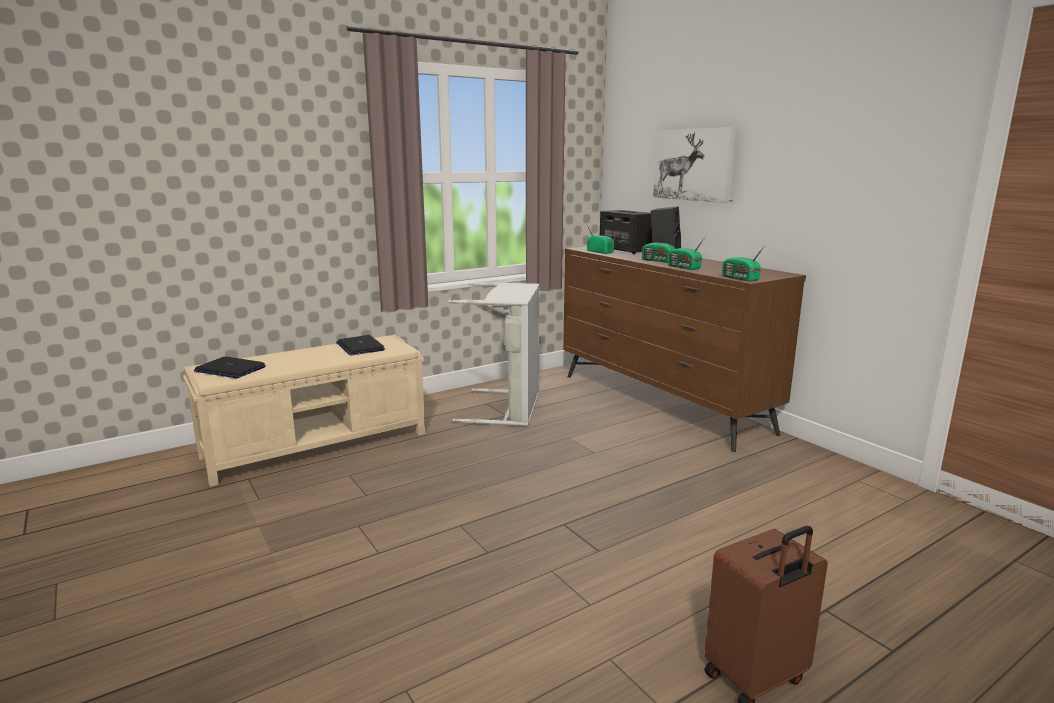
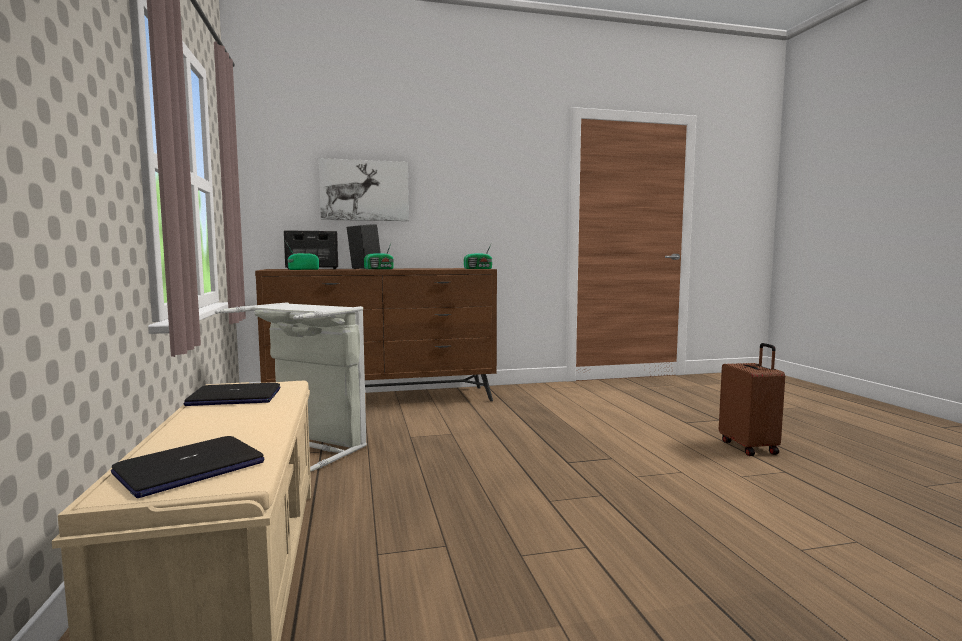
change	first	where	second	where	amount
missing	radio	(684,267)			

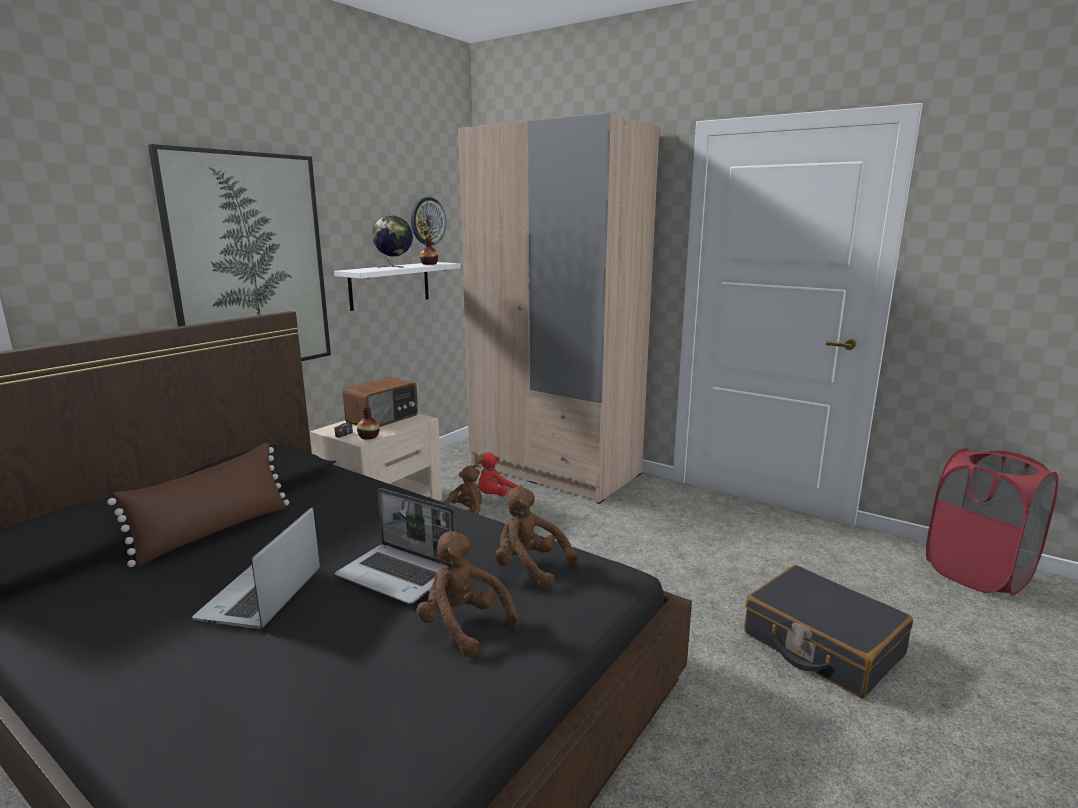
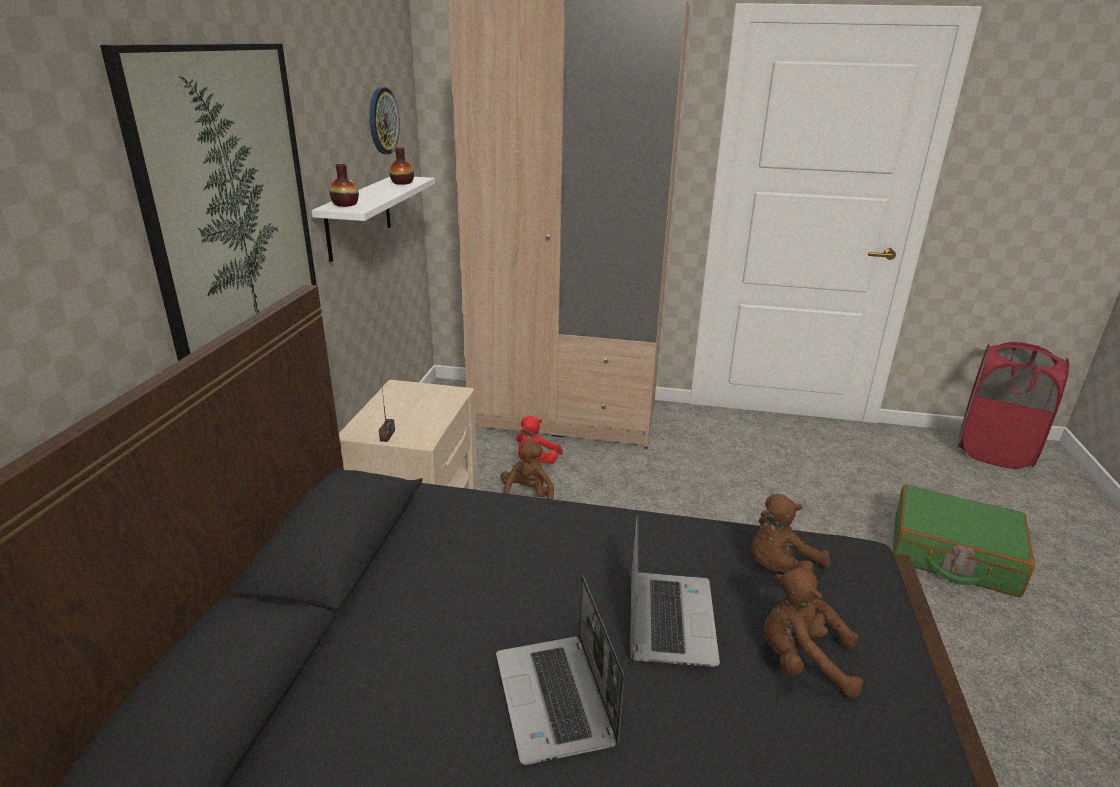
change	first	where	second	where	amount
missing	brownish cushion	(214,532)			
spun	notebook computer	(398,575)		(668,618)	90 degrees counterclockwise
missing	radio	(383,418)			
relocated	vase	(368,437)		(345,204)	
missing	desk globe	(394,267)			
spun	brownish cuddly toy	(530,568)		(779,568)	45 degrees counterclockwise
colour	blackish piece of luggage	(821,644)	green-coloured piece of luggage	(953,554)	

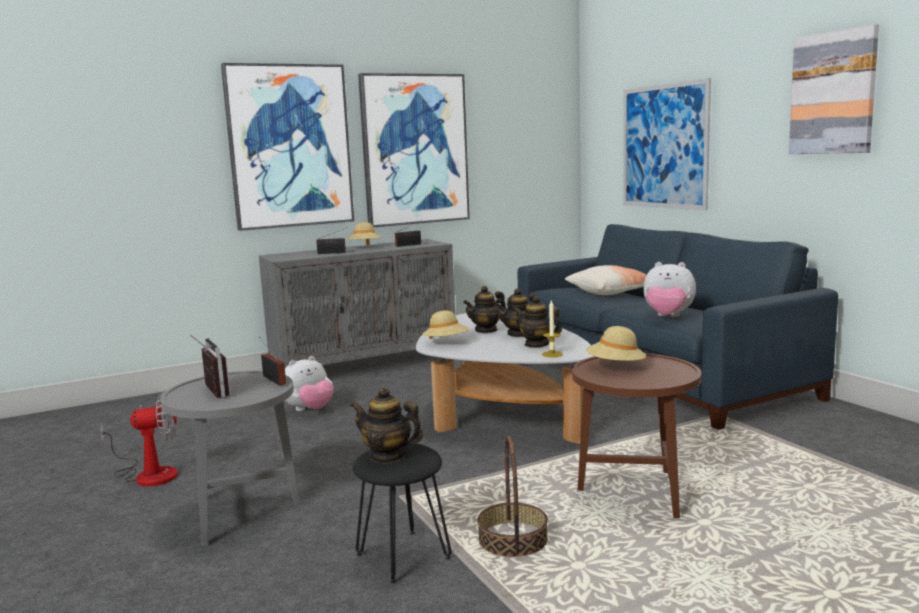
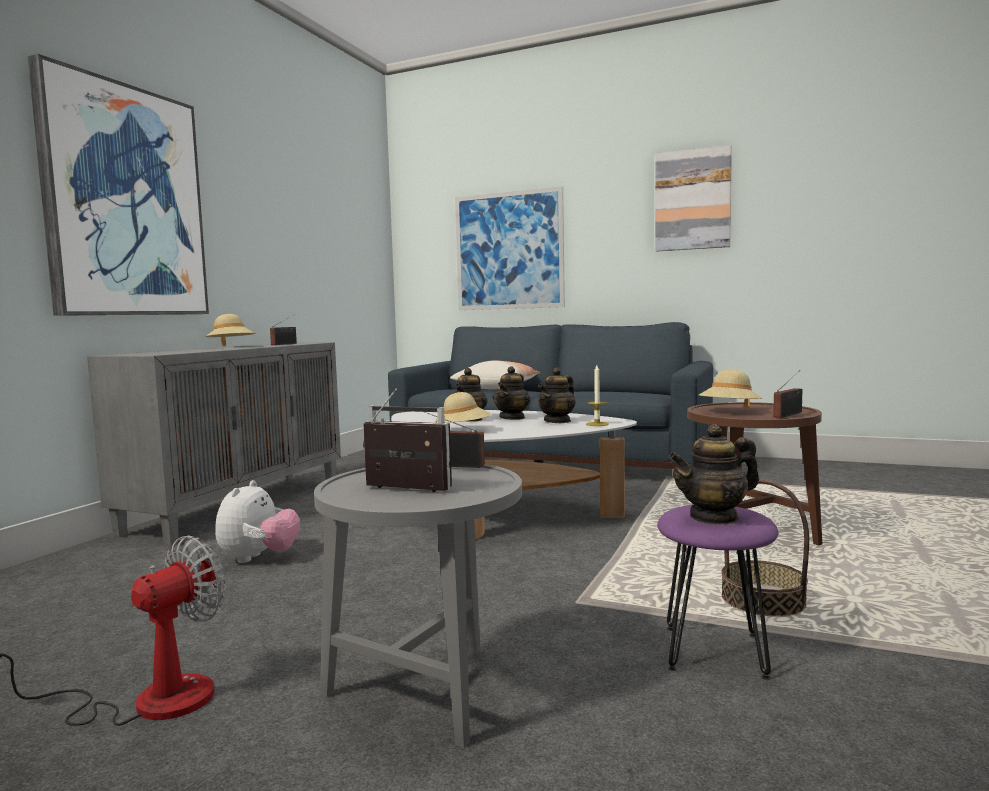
change	first	where	second	where	amount
relocated	radio	(333,253)		(789,414)	
colour	blackish sitting stool	(404,556)	purple sitting stool	(716,651)	
missing	wall picture	(414,150)			
spun	teapot	(537,344)		(557,421)	45 degrees counterclockwise
missing	cuddly toy	(668,317)			

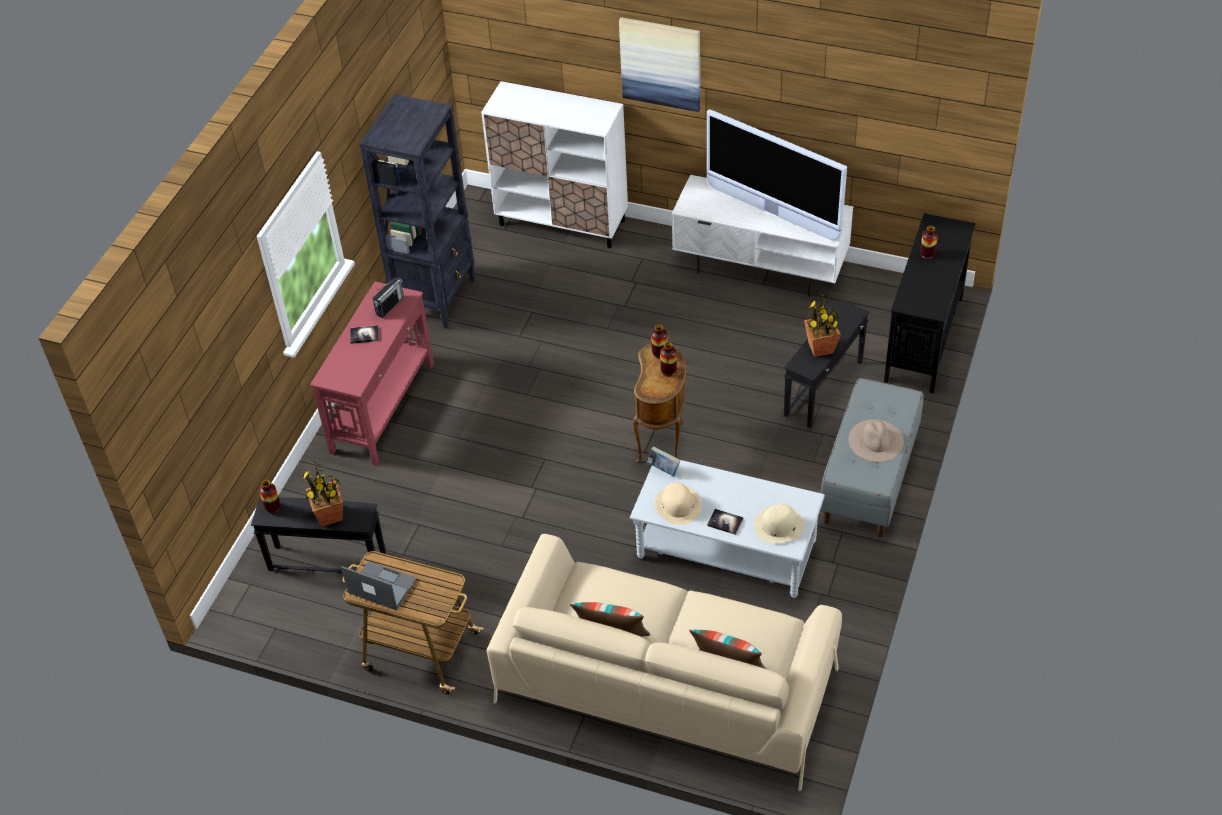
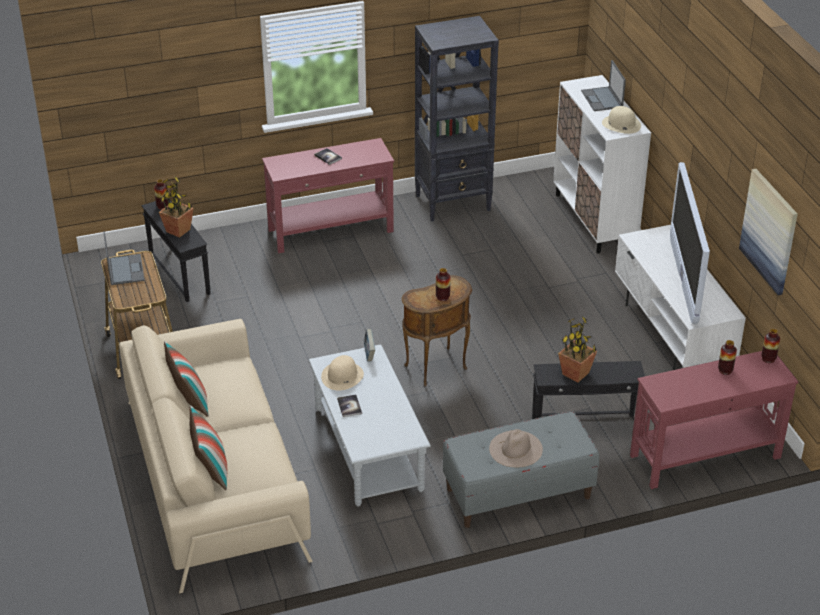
change	first	where	second	where	amount
missing	radio	(390,306)			
relocated	wall picture	(661,63)		(769,231)	
relocated	vase	(659,353)		(768,359)	
relocated	beige-coloured hat	(778,525)		(621,124)	
colour	blackish narrow table	(923,339)	red narrow table	(704,456)	
appeared			notebook computer	(602,99)	

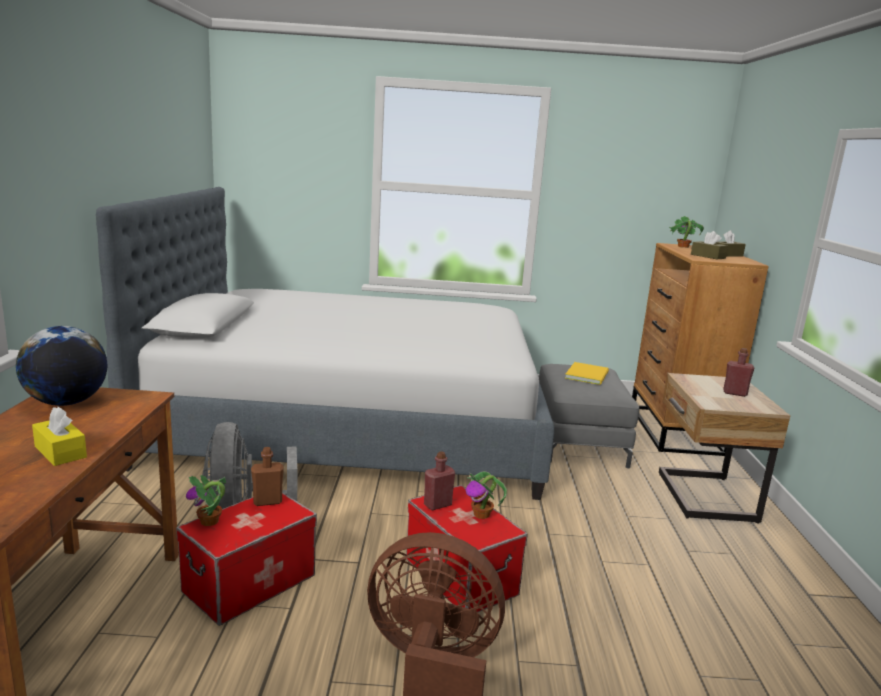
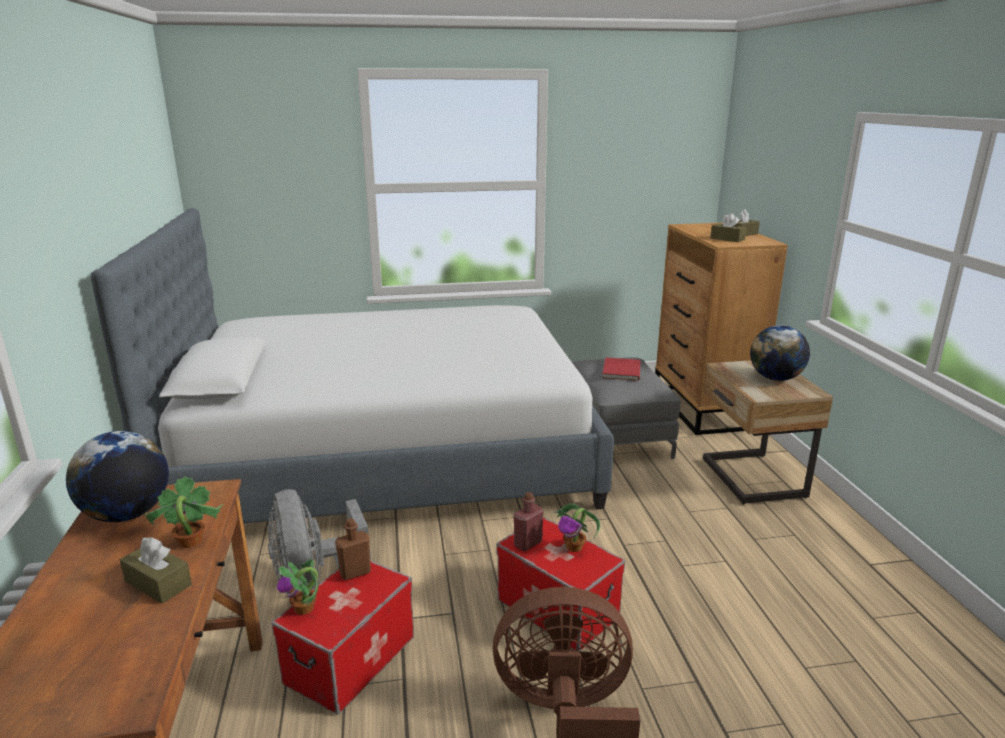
change	first	where	second	where	amount
colour	yellow tissue holder	(60,452)	brownish tissue holder	(158,583)	
colour	yellow volume	(588,375)	red volume	(623,370)	
relocated	houseplant	(682,246)		(189,542)	
exchanged	red bottle	(735,393)	desk globe	(775,378)	

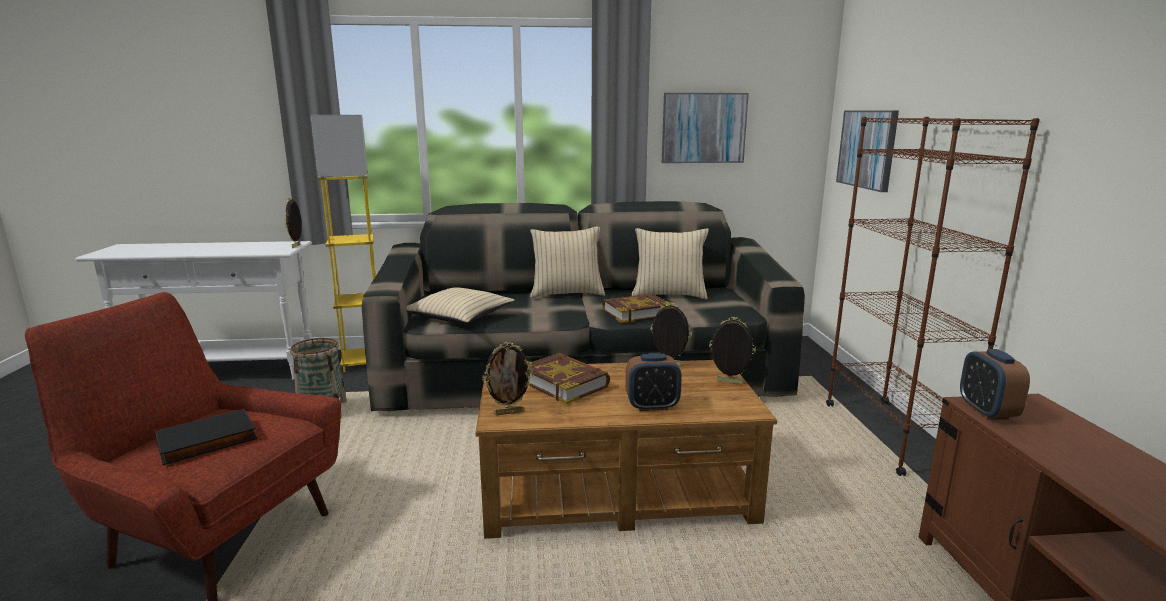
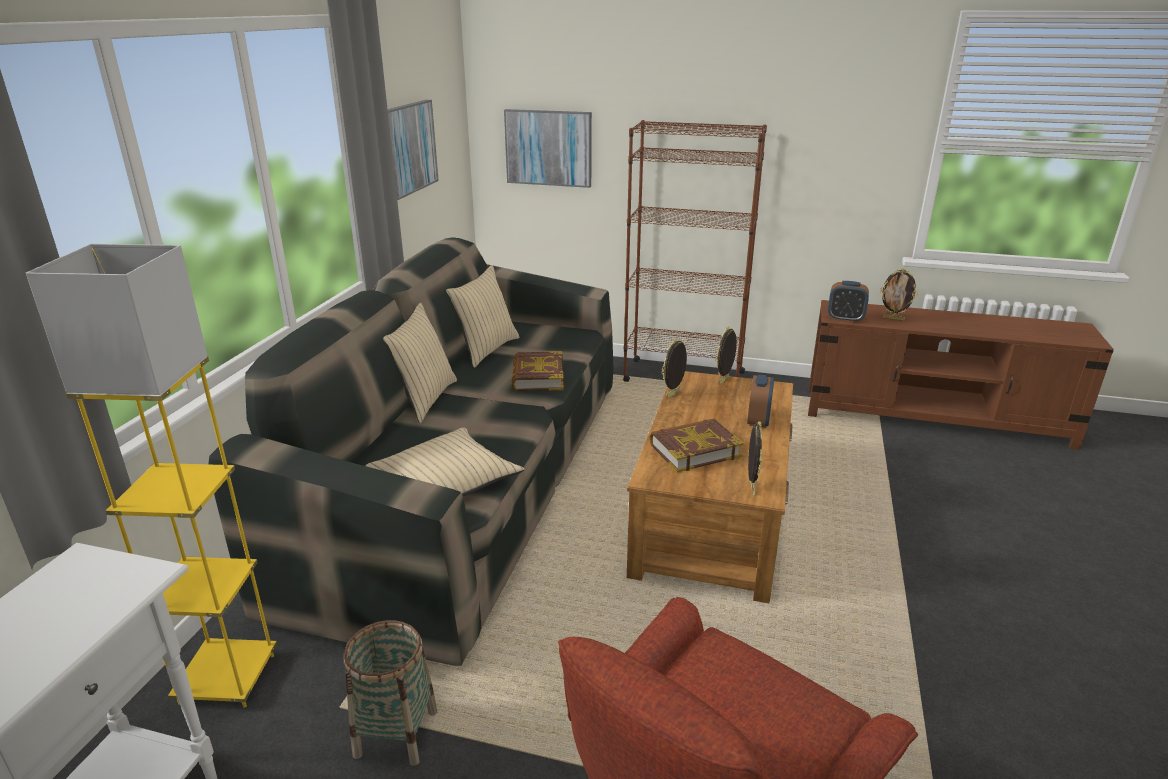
change	first	where	second	where	amount
missing	blackish volume	(207,442)			
relocated	picture frame	(297,246)		(893,319)	

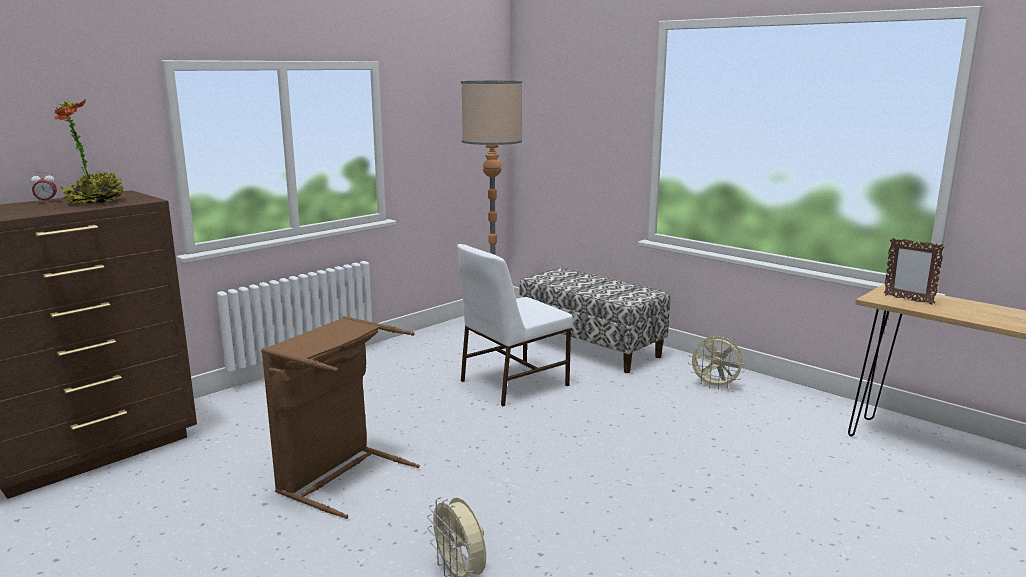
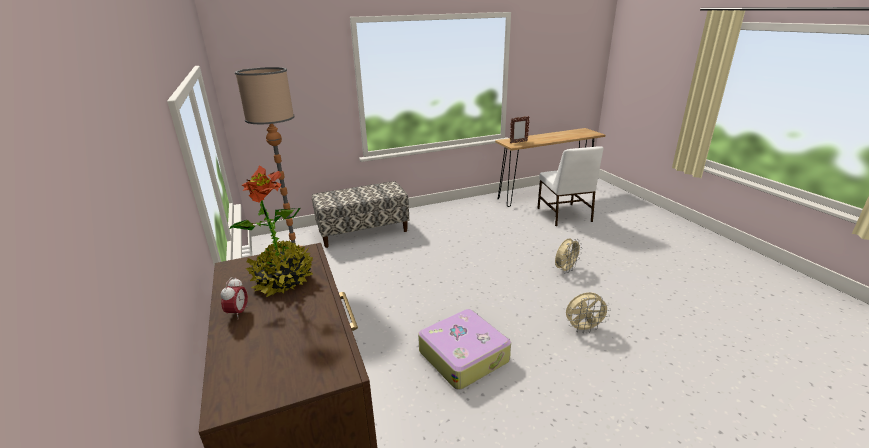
change	first	where	second	where	amount
exchanged	brownish hamper	(339,476)	piece of luggage	(464,355)	
relocated	white plain chair	(512,383)		(564,215)	
relocated	beige-coloured fan	(715,386)		(565,270)	

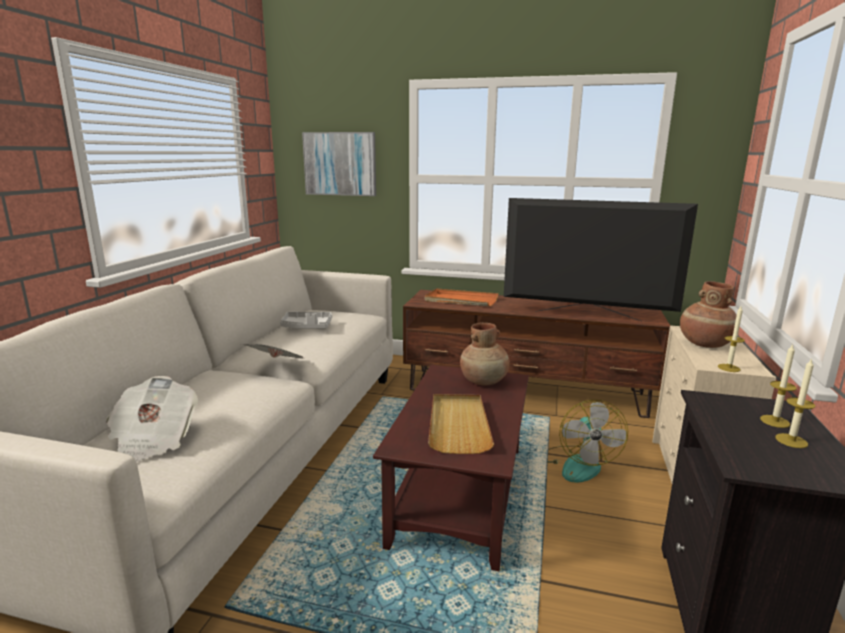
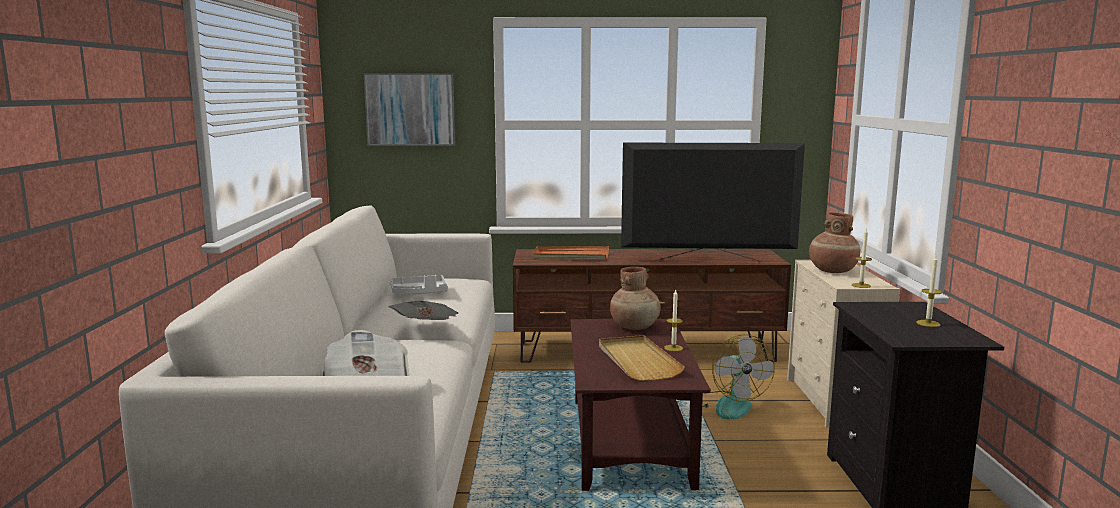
change	first	where	second	where	amount
relocated	candle	(775,421)		(673,348)	

